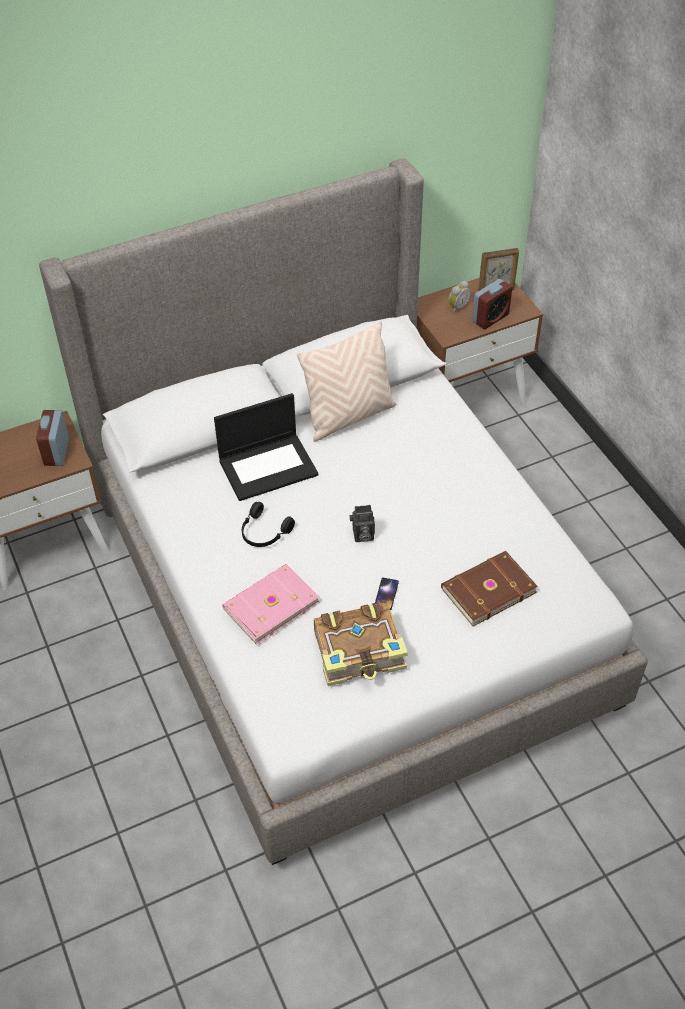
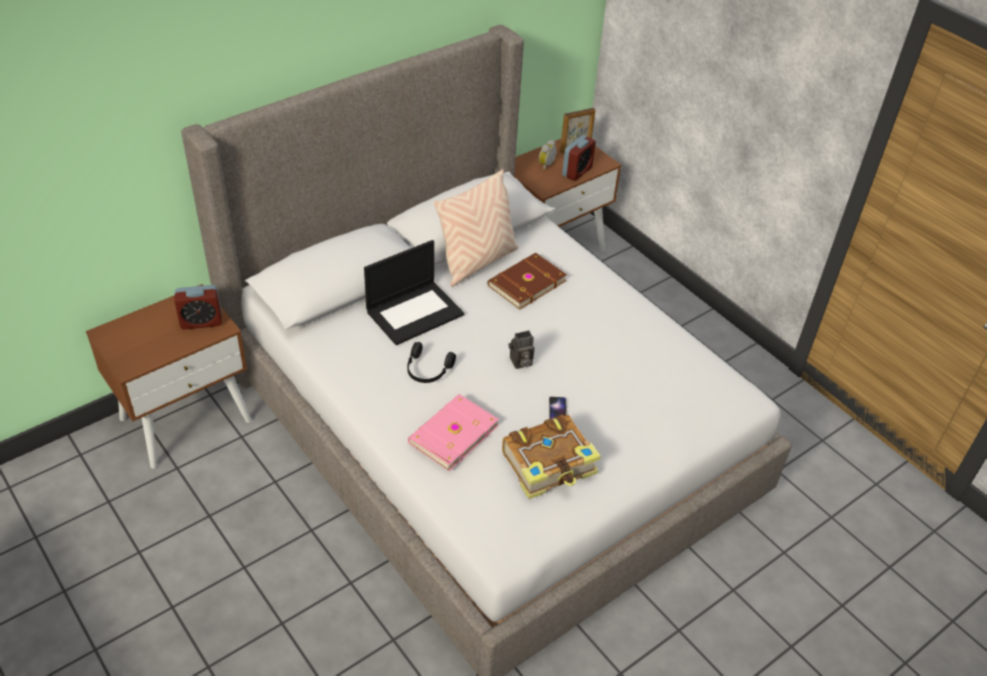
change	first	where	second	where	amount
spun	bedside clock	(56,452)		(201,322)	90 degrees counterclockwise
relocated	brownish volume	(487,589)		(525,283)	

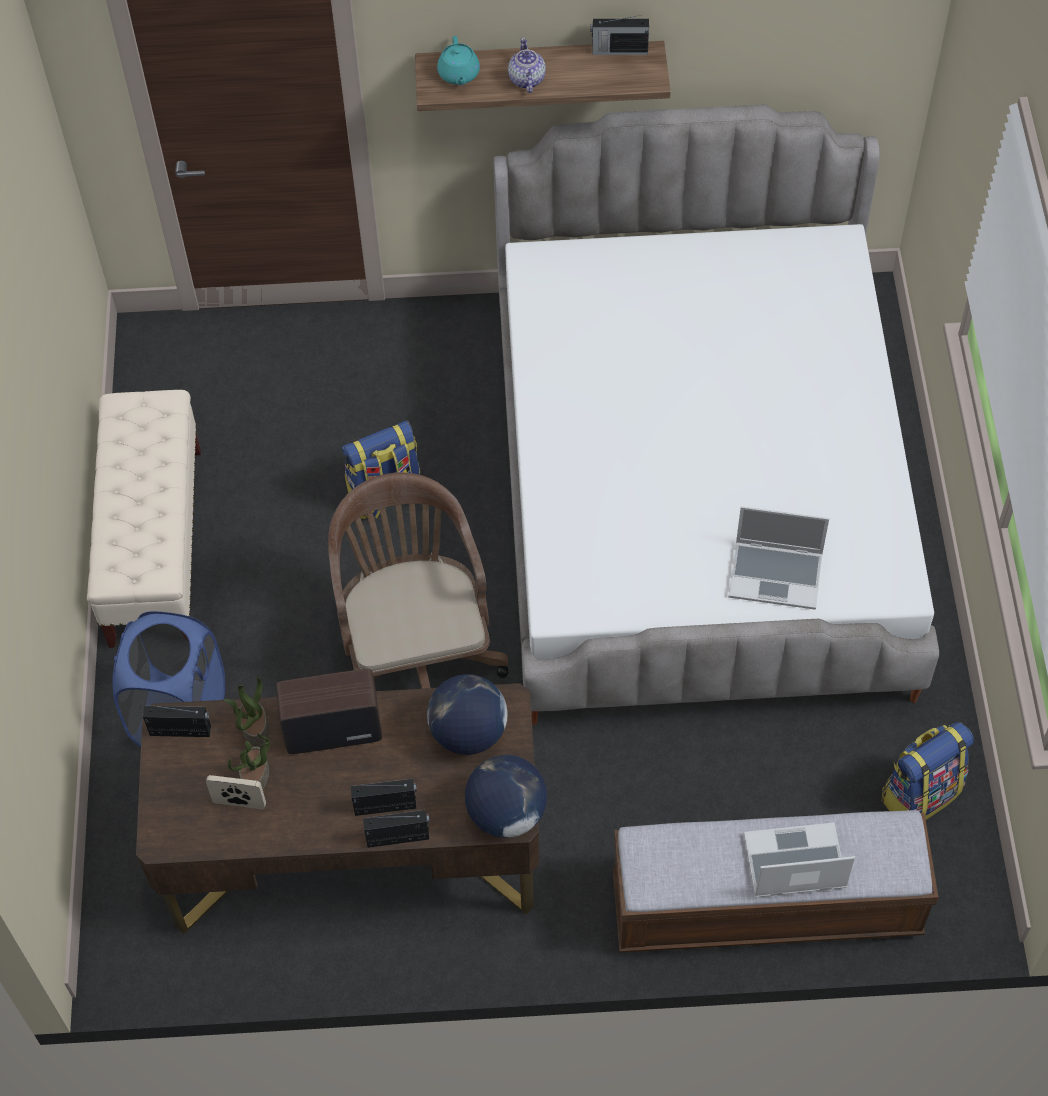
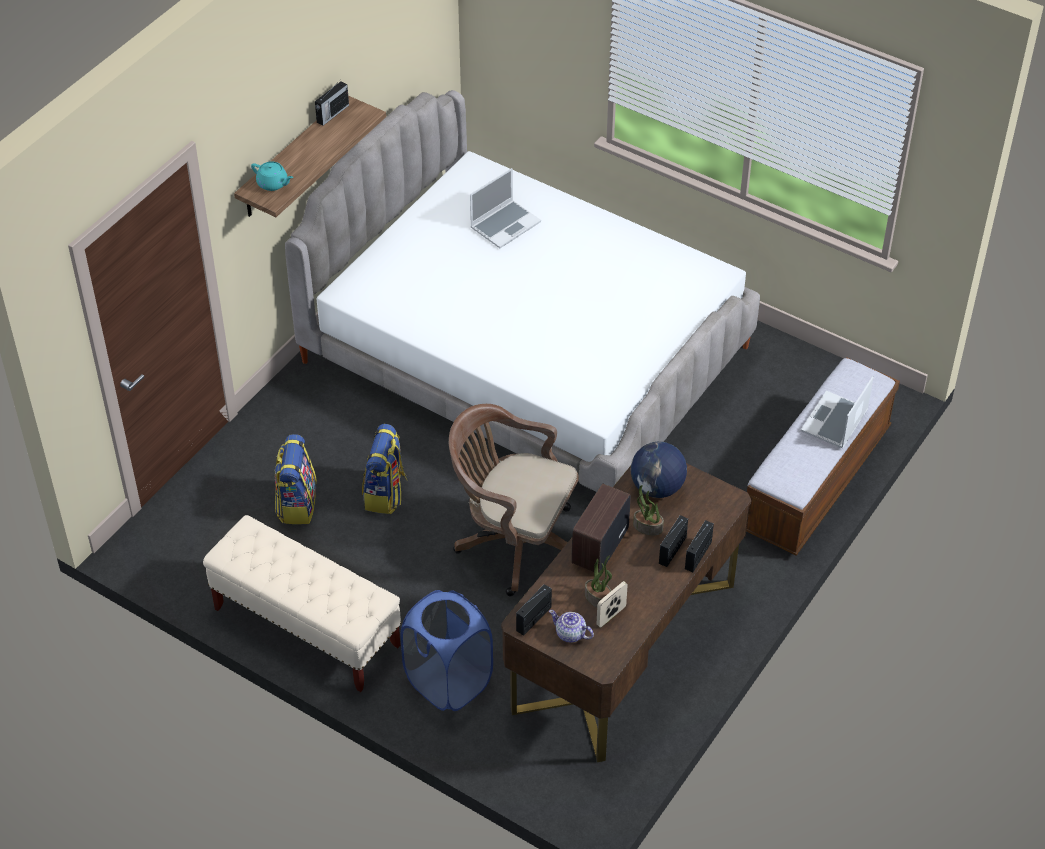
change	first	where	second	where	amount
relocated	houseplant	(254,727)		(647,527)	
missing	desk globe	(506,813)			
relocated	teapot	(526,80)		(570,634)	
relocated	notebook computer	(776,575)		(505,224)	
relocated	rucksack	(920,794)		(296,504)	

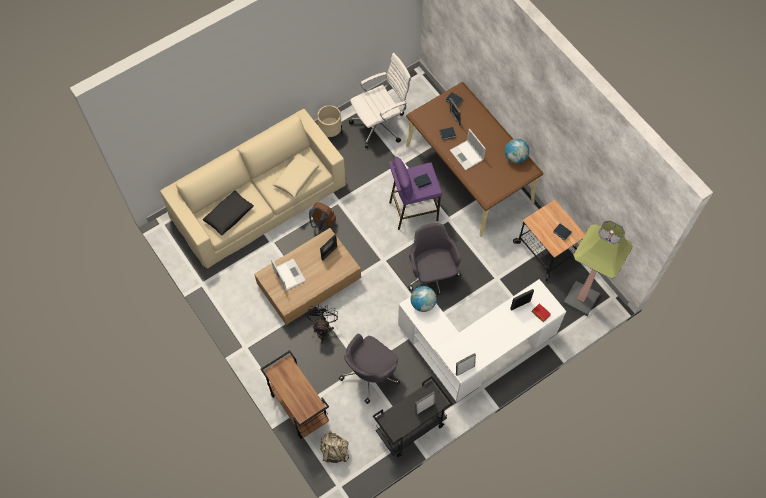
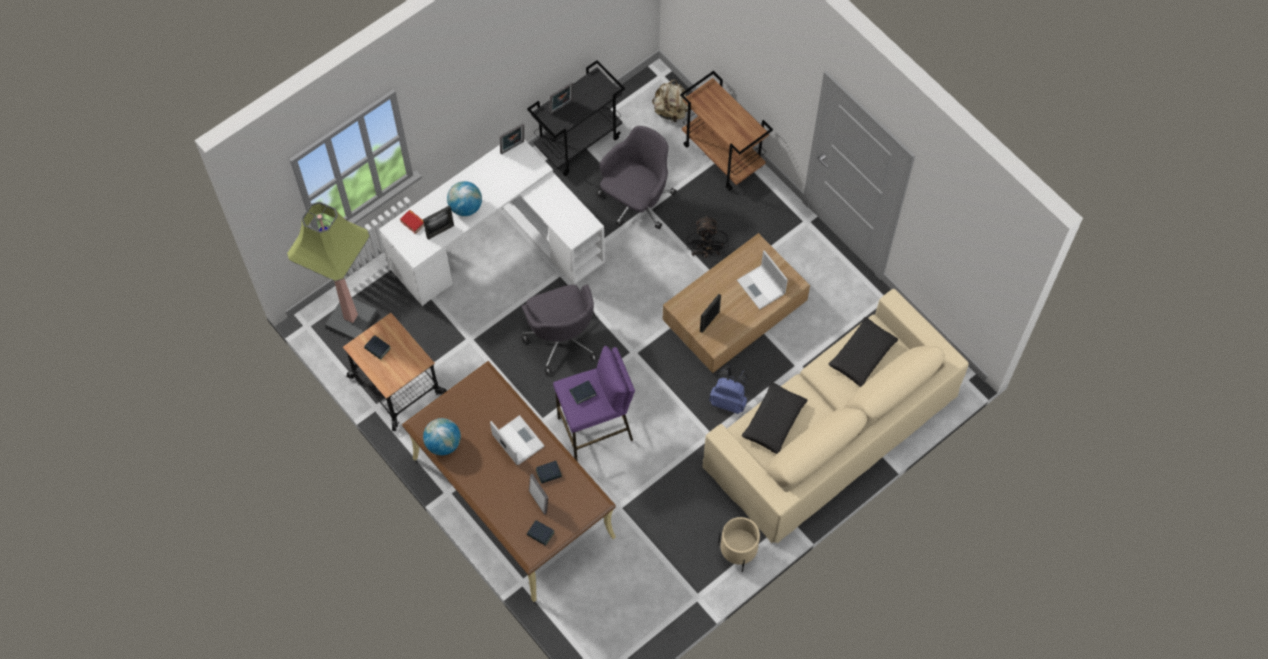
change	first	where	second	where	amount
colour	beige-coloured cushion	(297,178)	blackish cushion	(773,421)	
colour	brownish rucksack	(322,223)	blue-coloured rucksack	(729,400)	
missing	white office chair	(380,124)			
relocated	desk globe	(423,303)		(465,207)	

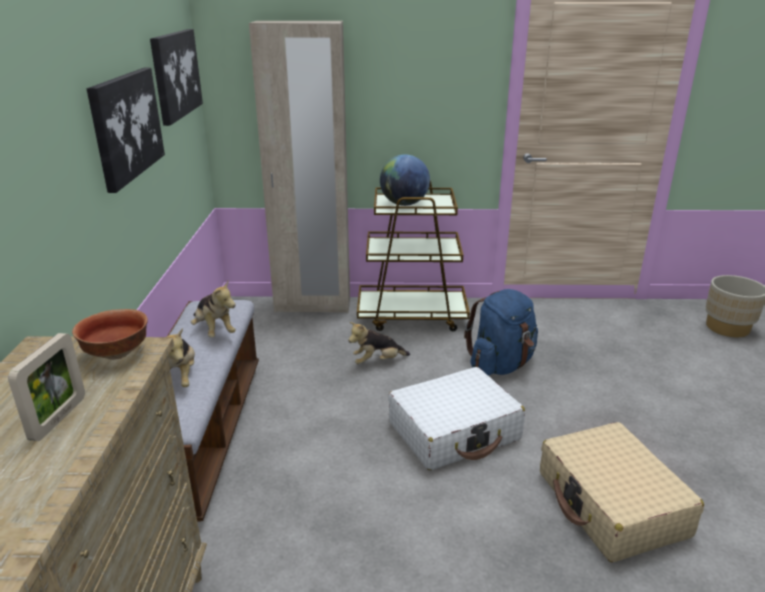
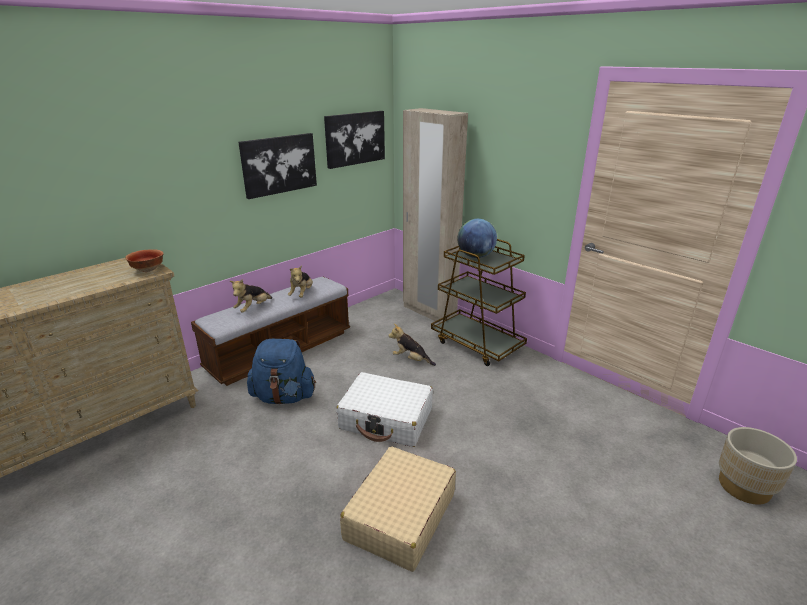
change	first	where	second	where	amount
missing	picture frame	(58,418)			
relocated	blue-coloured rucksack	(501,364)		(284,397)	

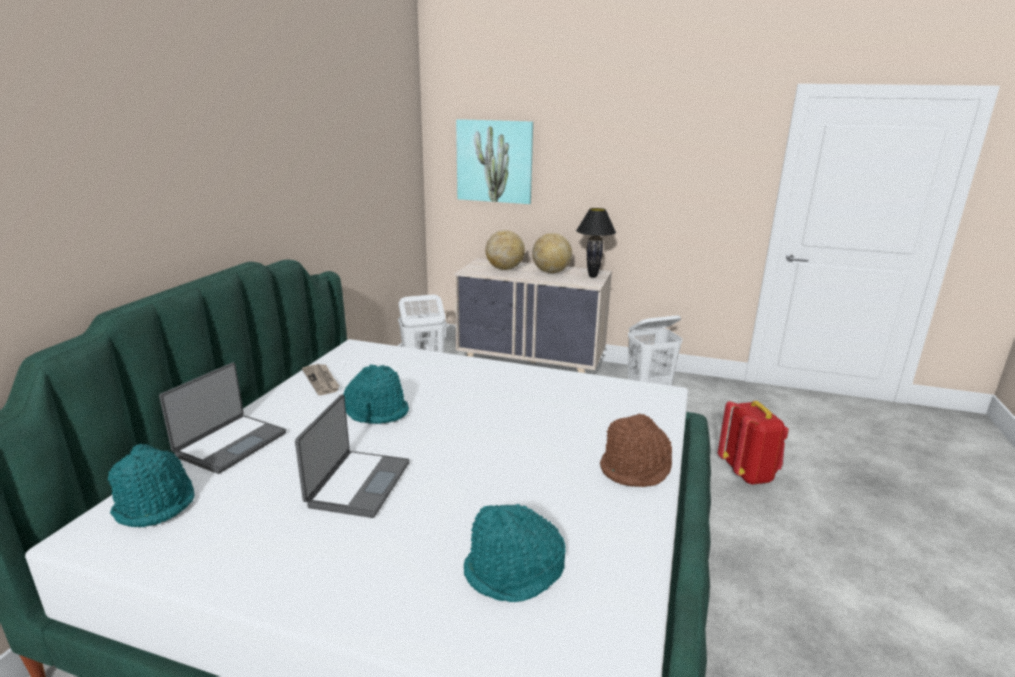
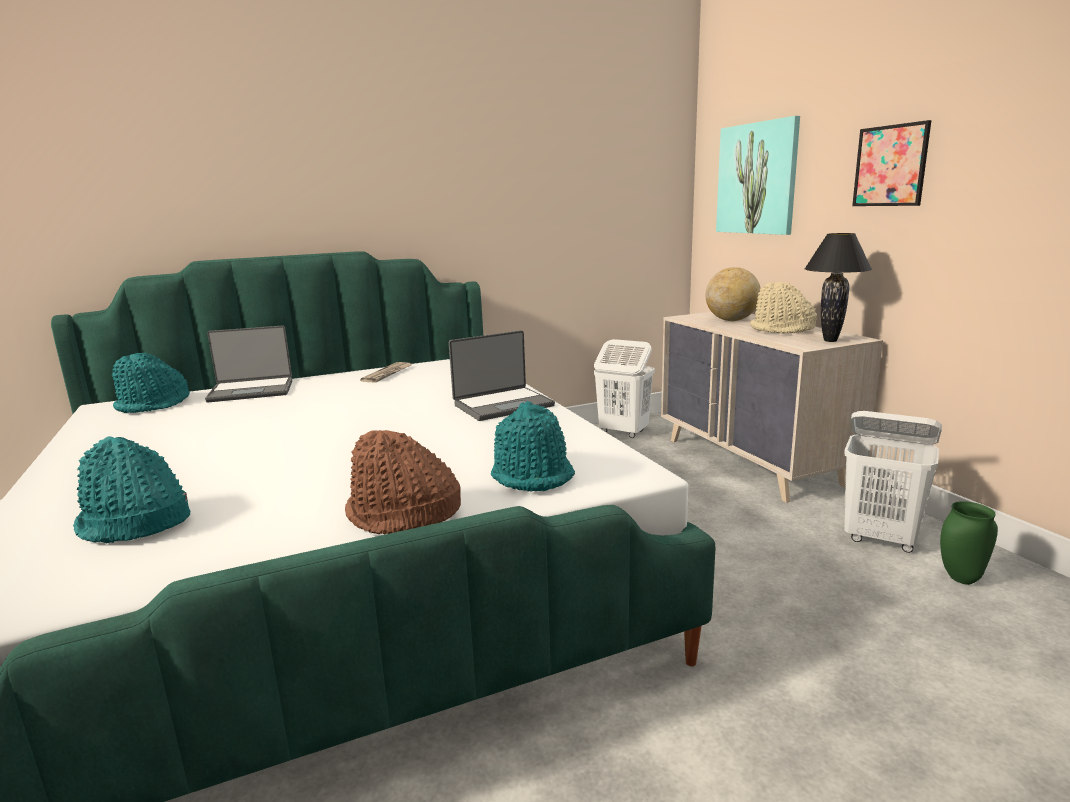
change	first	where	second	where	amount
relocated	notebook computer	(357,484)		(502,405)	
relocated	blue-green hat	(377,411)		(532,475)	
exchanged	desk globe	(551,272)	beige-coloured hat	(782,330)	
missing	red rucksack	(748,473)			
appeared			wall picture	(890,166)	
appeared			green-coloured vase	(960,578)	

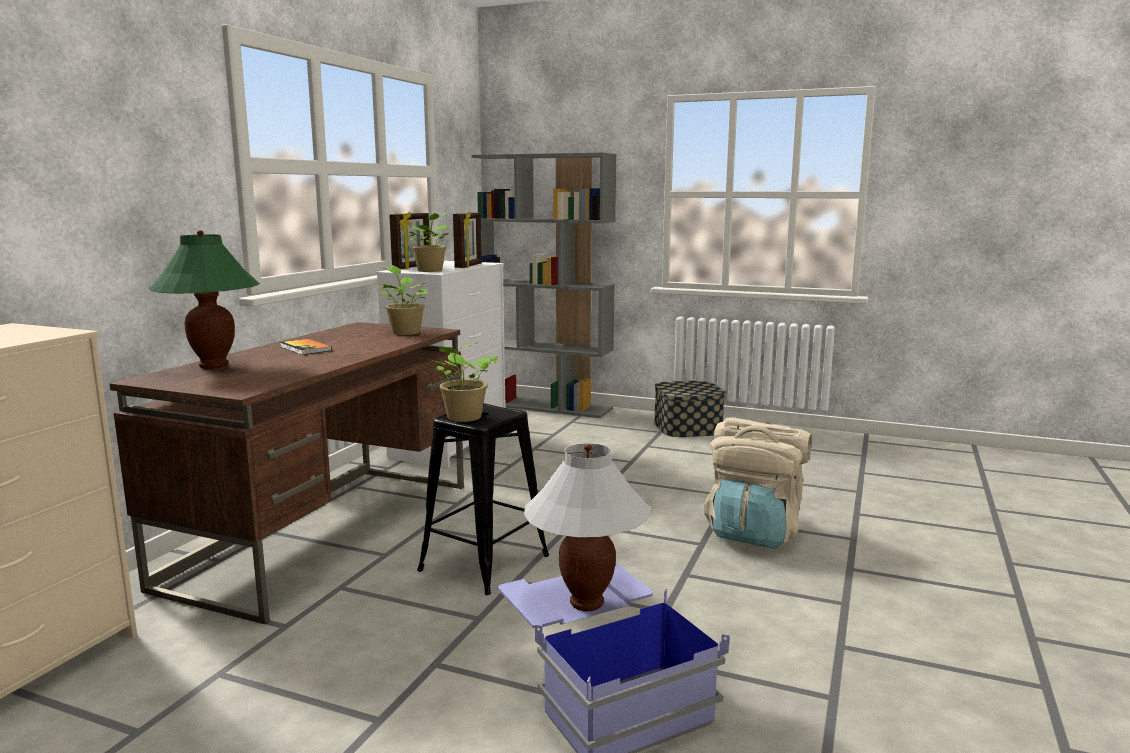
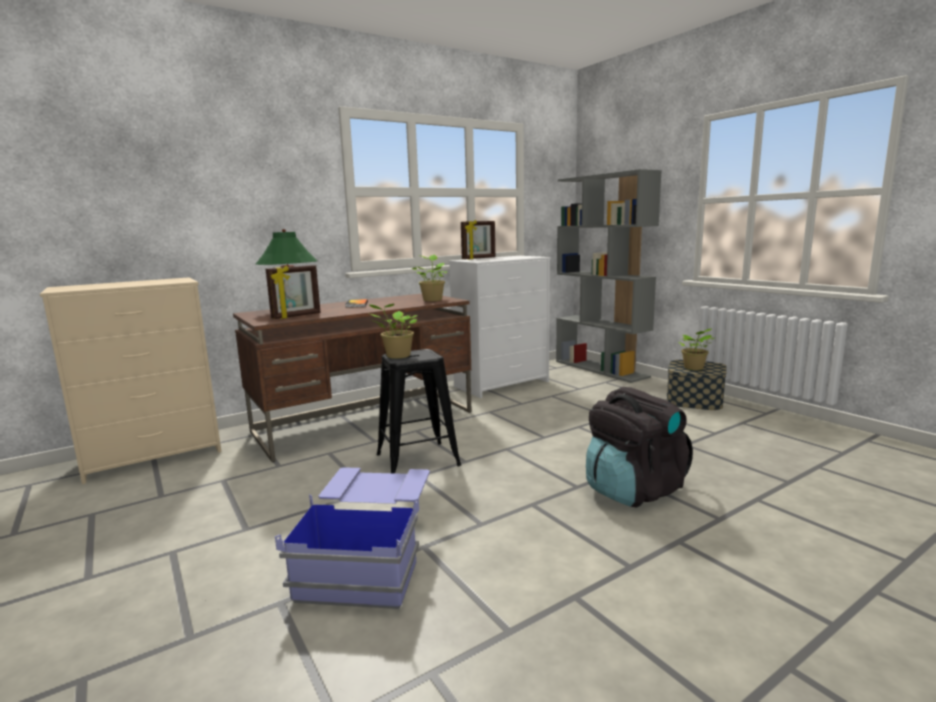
change	first	where	second	where	amount
relocated	houseplant	(430,271)		(694,368)	
relocated	picture frame	(469,266)		(296,316)	
missing	white lamp for a table	(587,603)			
colour	beige-coloured rucksack	(754,532)	blackish rucksack	(633,490)	

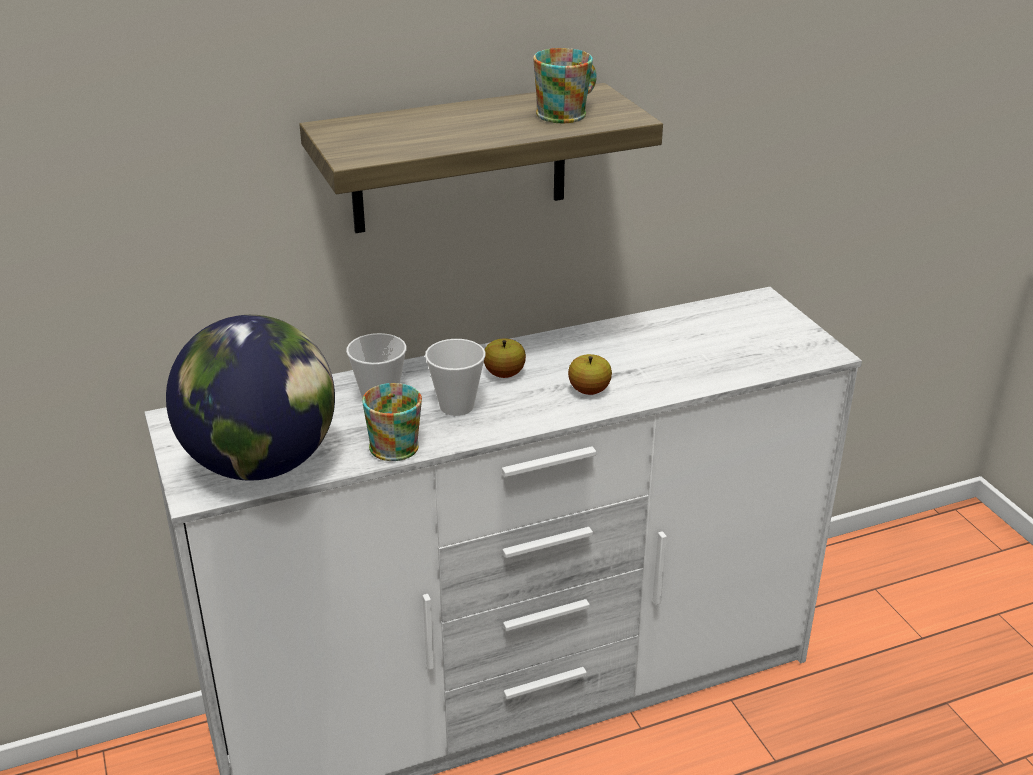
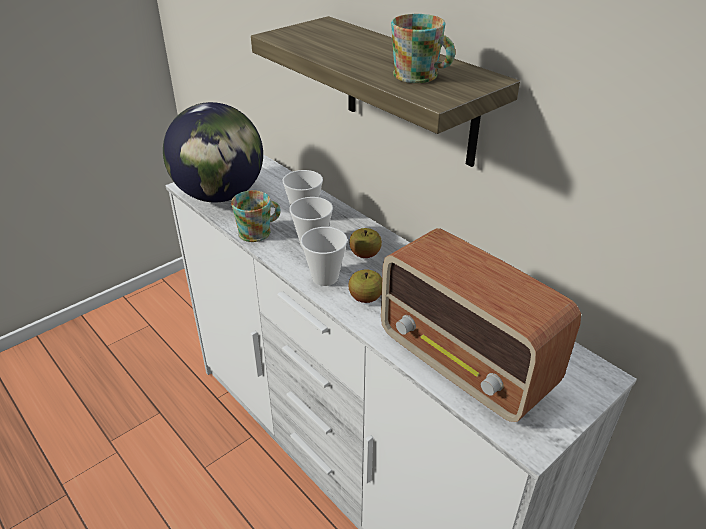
change	first	where	second	where	amount
appeared			drinking cup	(325,277)	
appeared			radio	(466,363)	

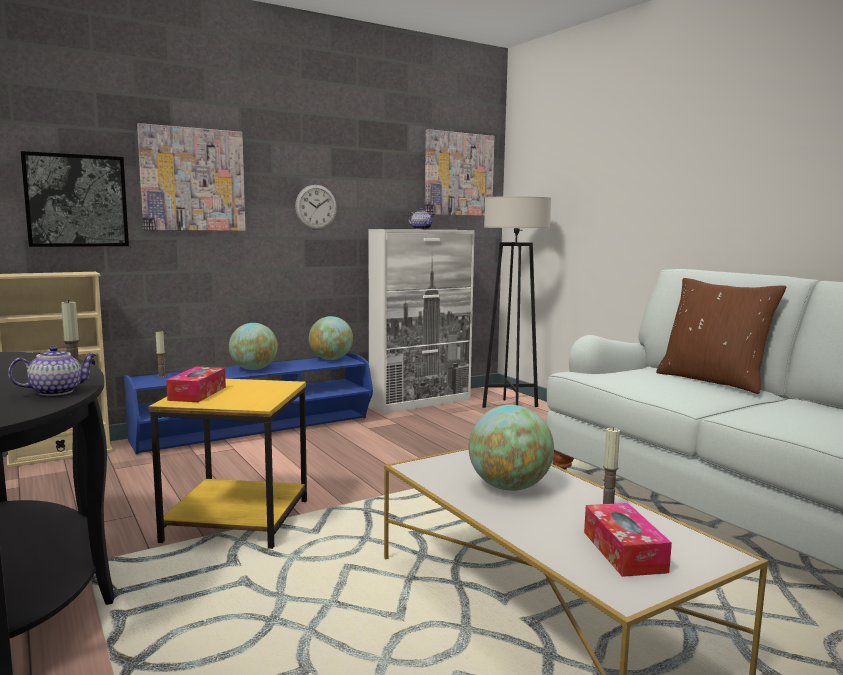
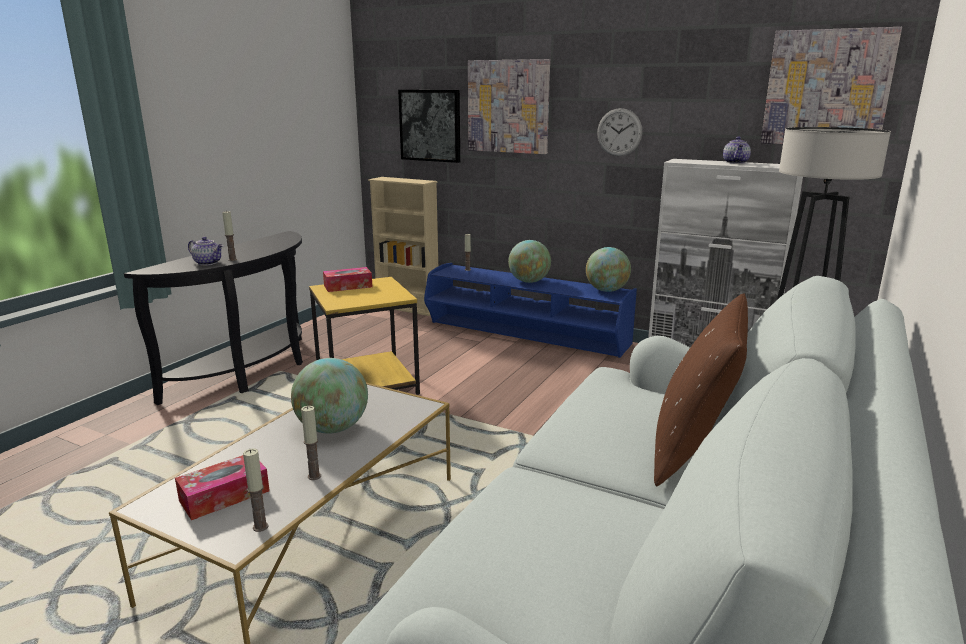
change	first	where	second	where	amount
appeared			candle	(260,527)	

